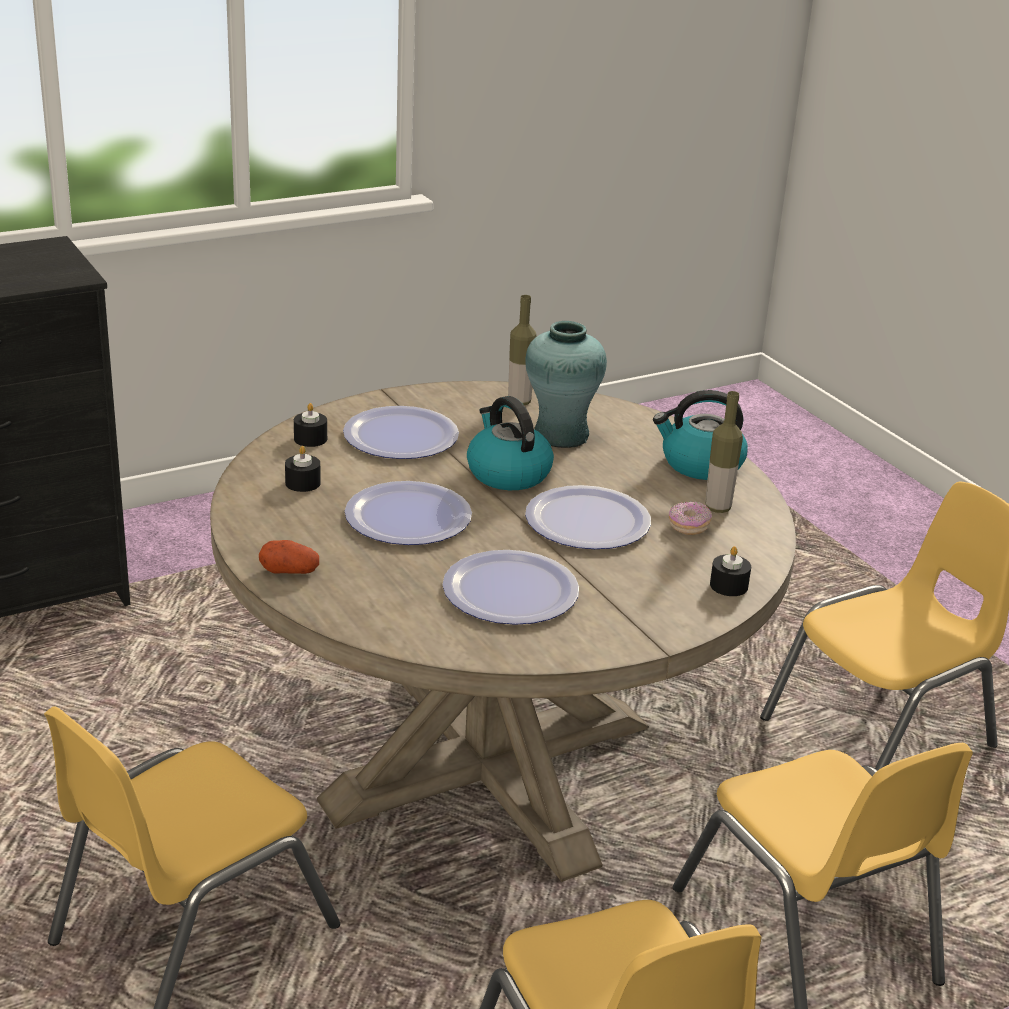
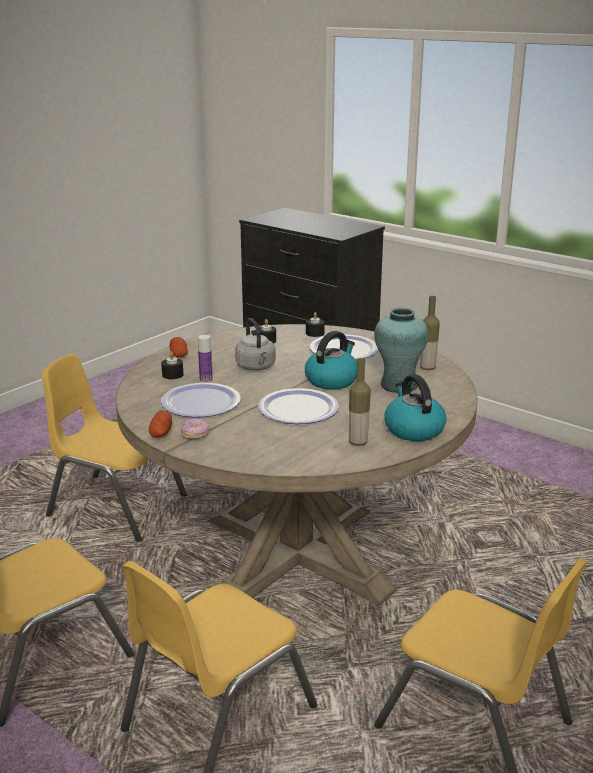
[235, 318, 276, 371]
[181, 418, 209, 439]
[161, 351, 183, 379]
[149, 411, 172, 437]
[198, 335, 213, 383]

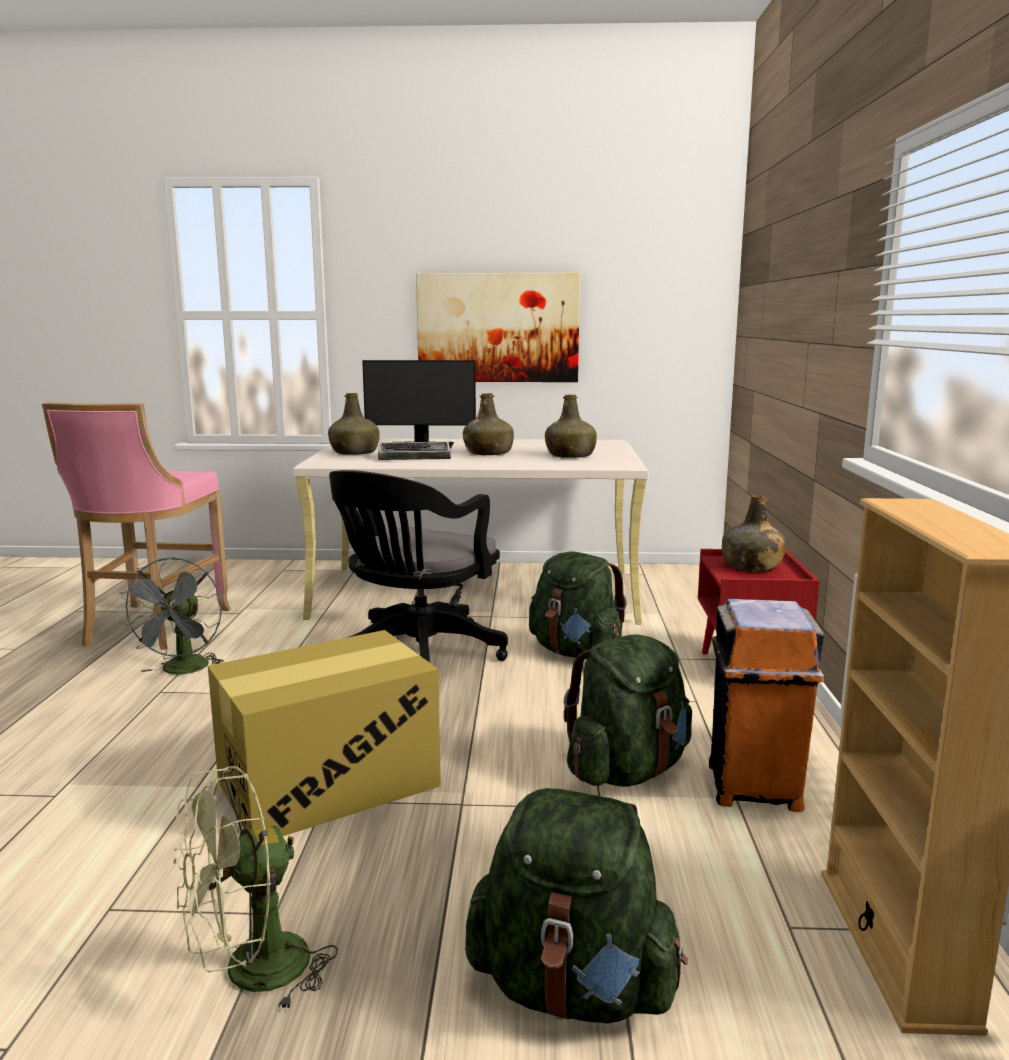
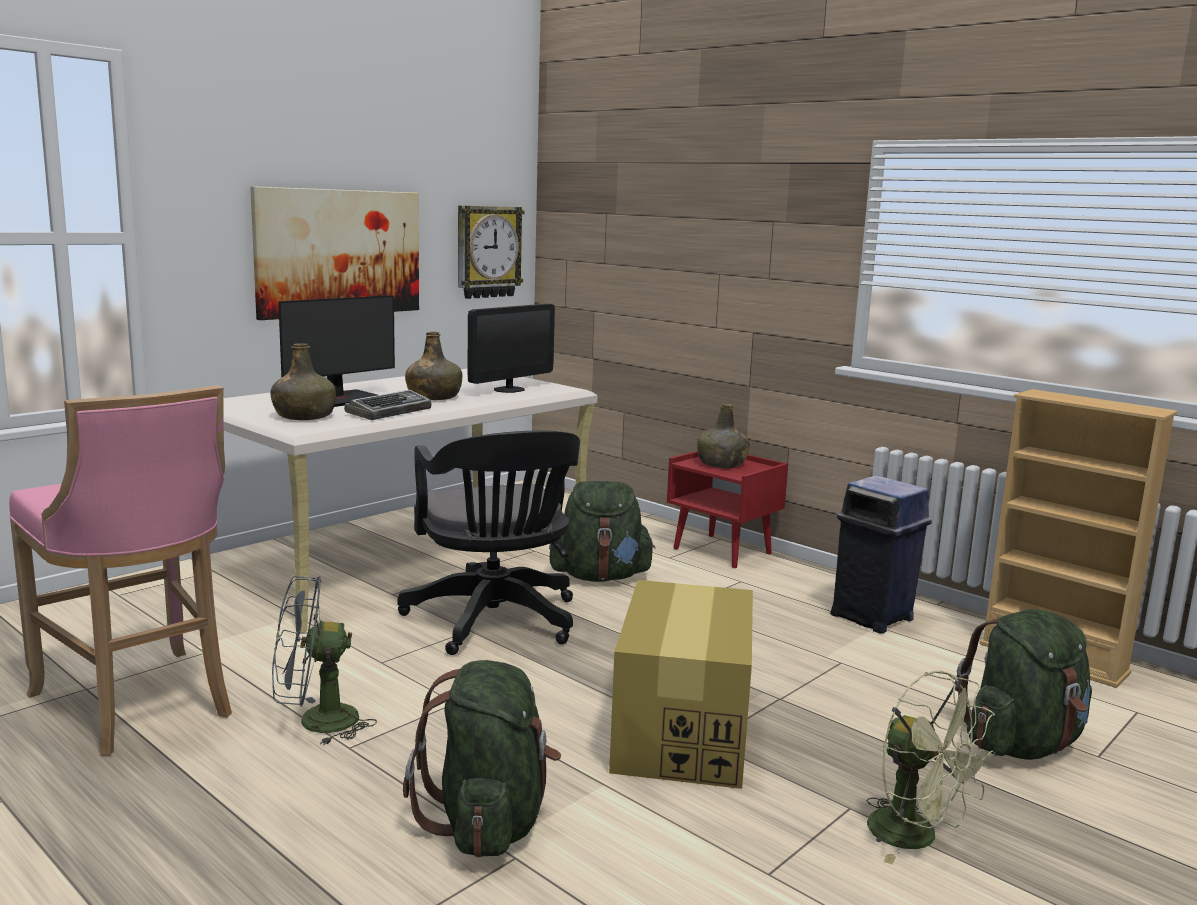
[272, 576, 377, 746]
[866, 671, 996, 865]
[468, 304, 555, 393]
[403, 660, 561, 857]
[830, 475, 932, 634]
[458, 205, 524, 299]

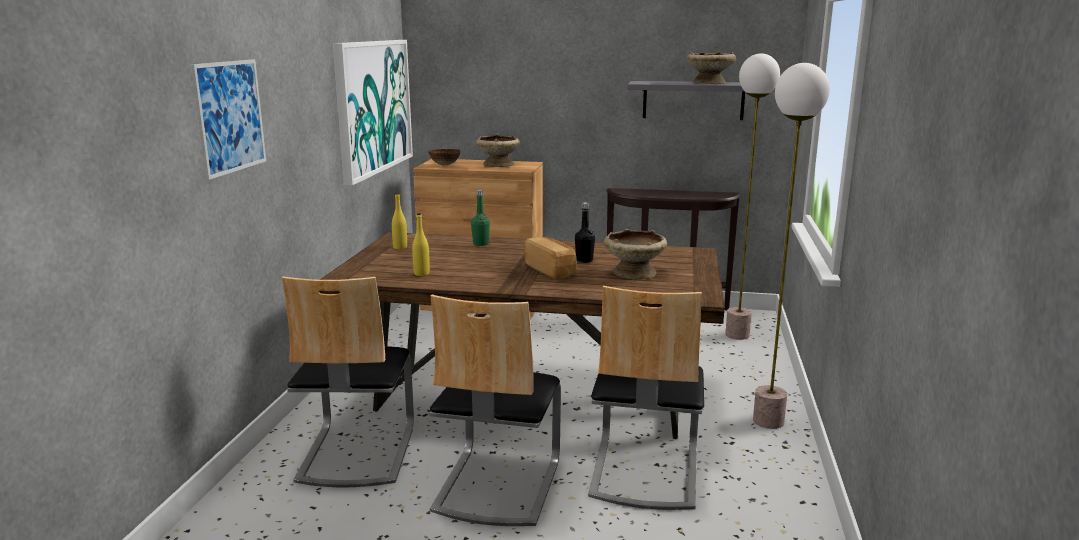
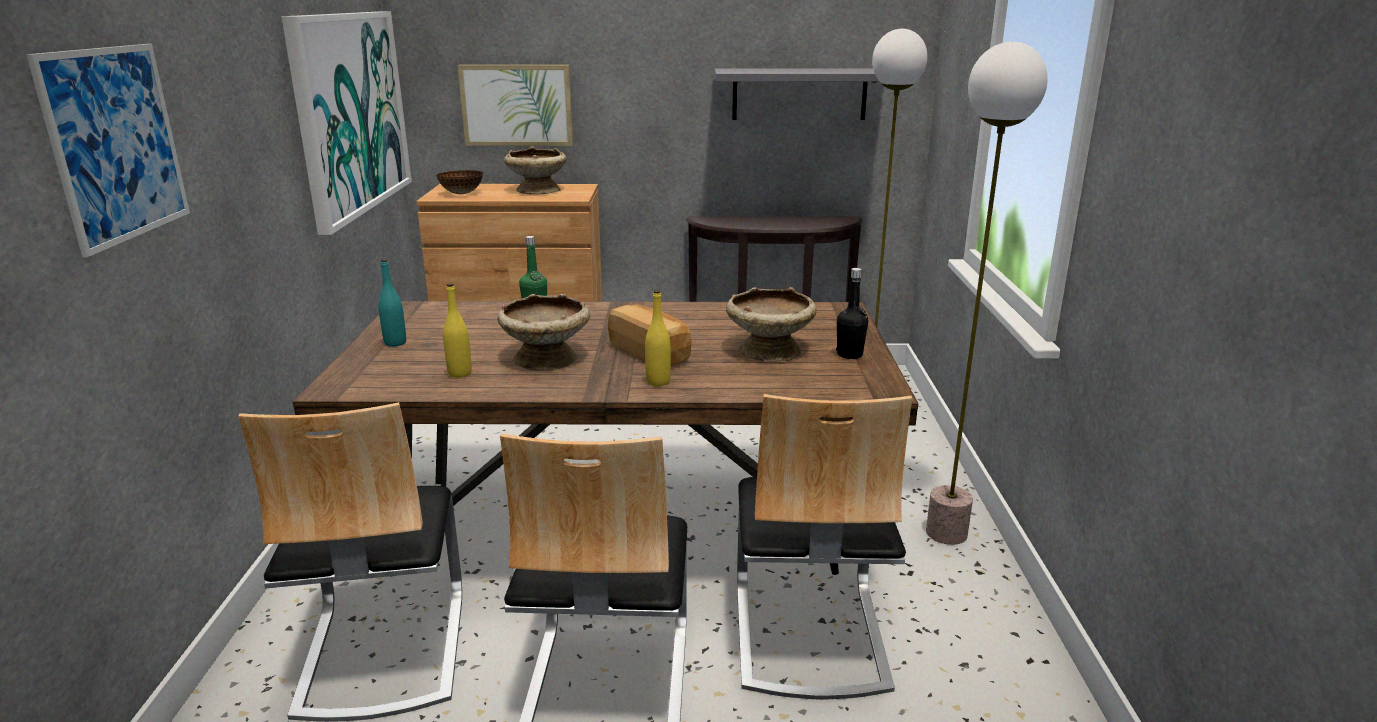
[645, 290, 671, 386]
[836, 268, 868, 359]
[497, 294, 590, 371]
[378, 259, 406, 347]
[458, 65, 573, 146]

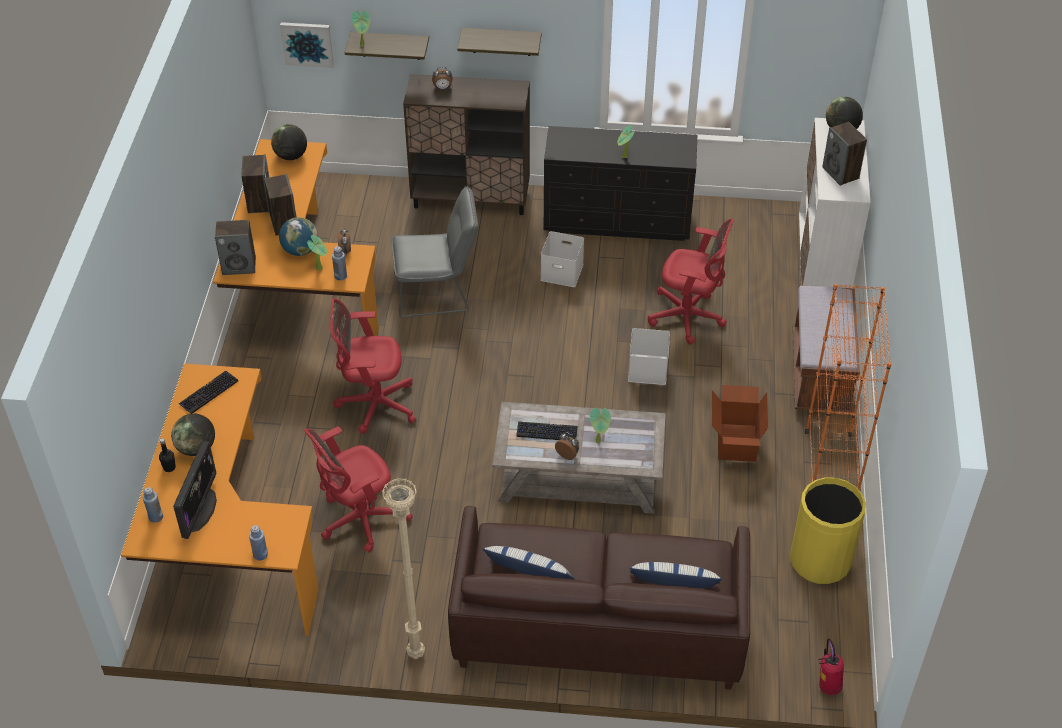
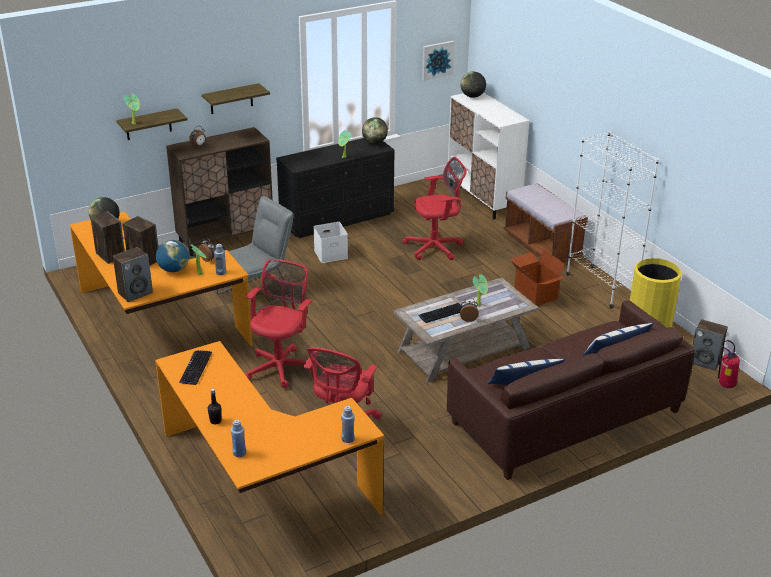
[362, 117, 388, 144]
[173, 441, 217, 539] (first image)
[422, 41, 455, 81]
[245, 259, 313, 388]
[382, 478, 425, 659] (first image)
[628, 328, 670, 385] (first image)
[566, 131, 659, 309]
[693, 319, 728, 371]

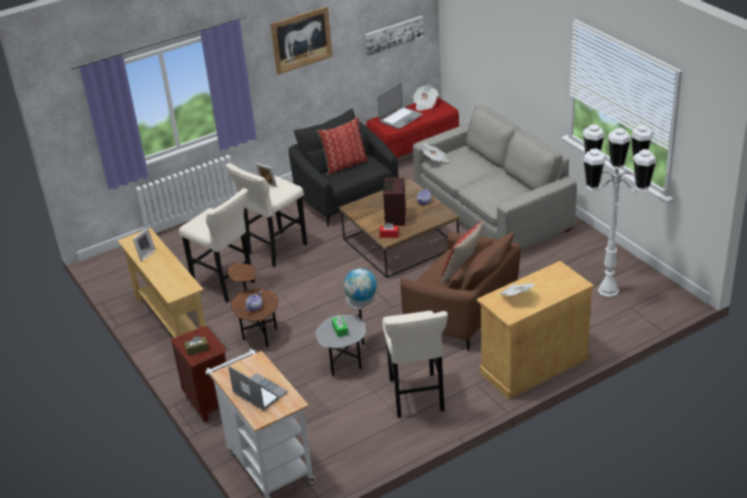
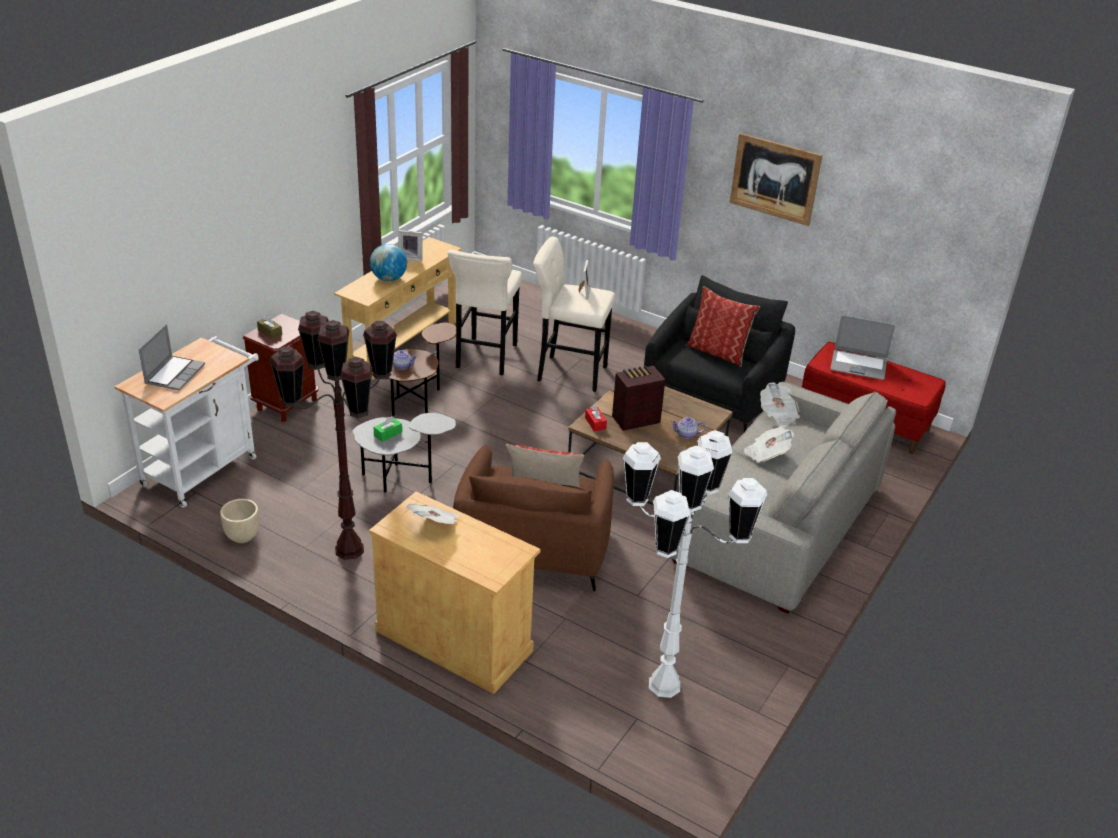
[370, 244, 407, 281]
[365, 16, 424, 56] (first image)
[269, 311, 397, 560]
[744, 427, 794, 463]
[220, 499, 259, 543]

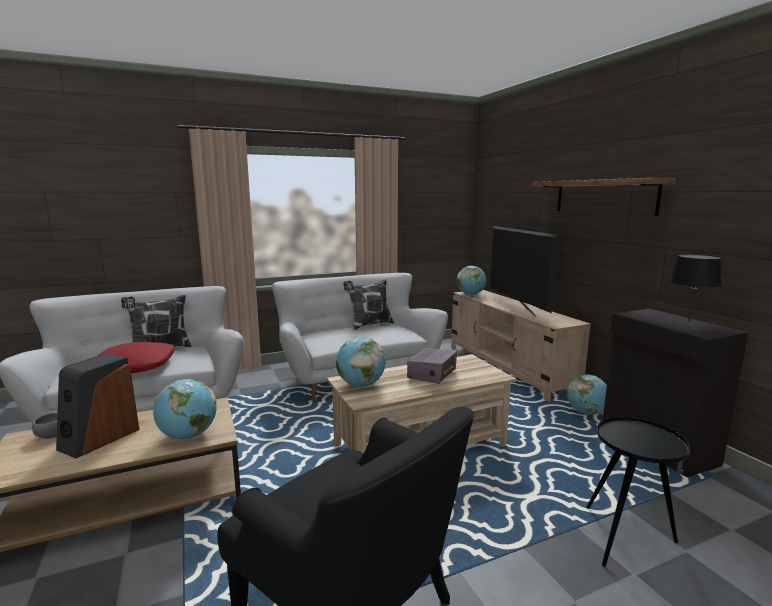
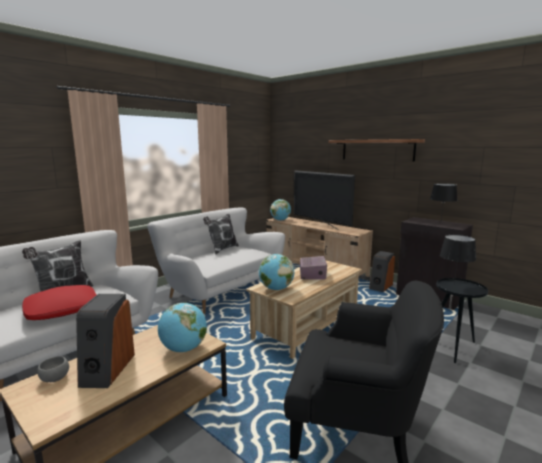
[369, 251, 395, 292]
[440, 235, 476, 284]

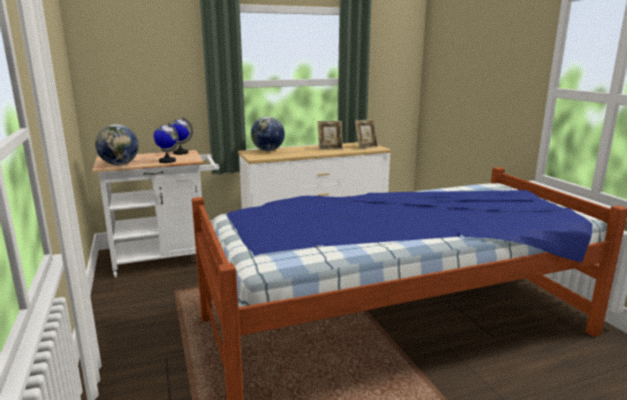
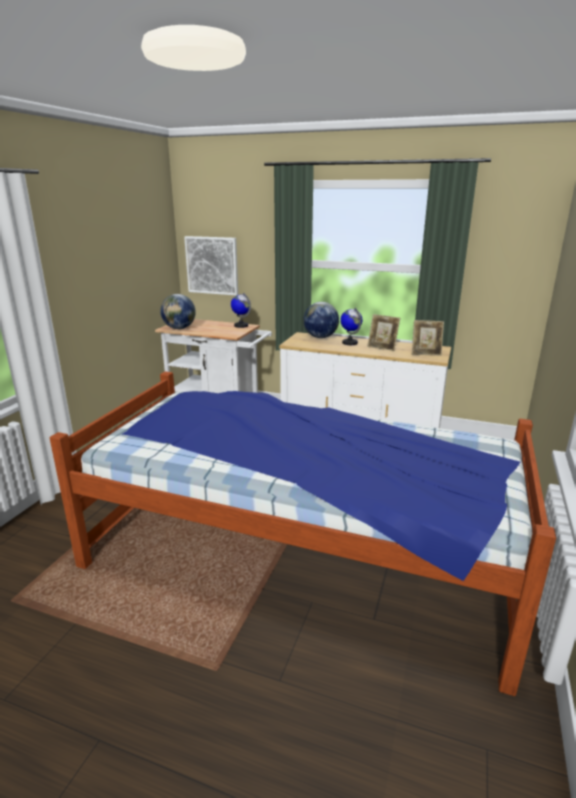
[340, 308, 362, 345]
[184, 236, 238, 296]

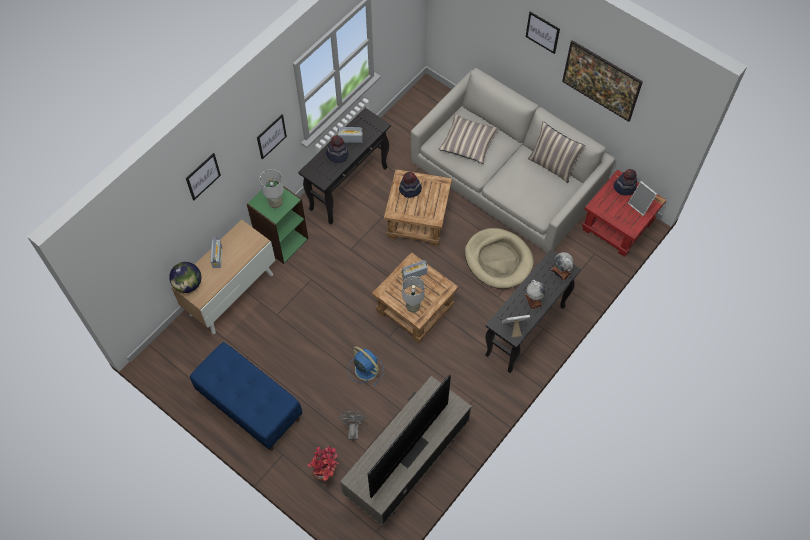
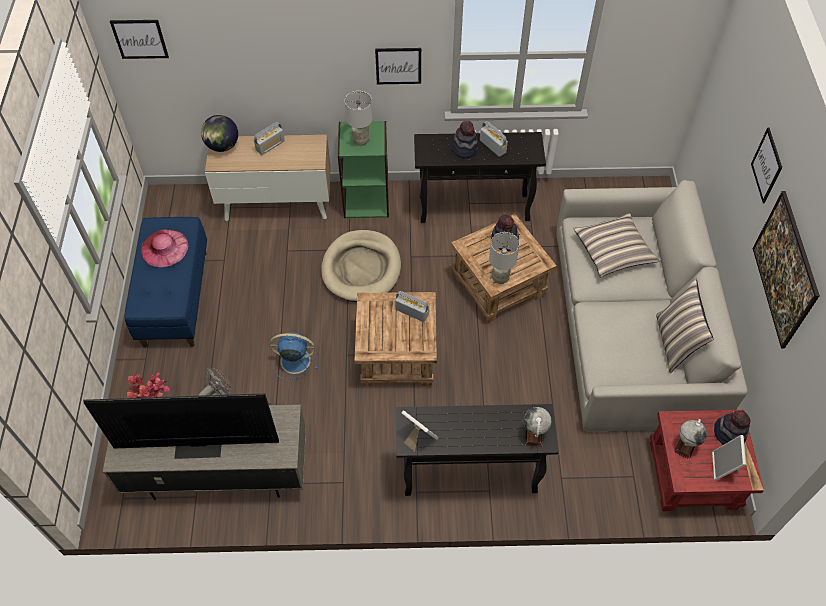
[110, 20, 169, 59]
[270, 332, 317, 380]
[489, 232, 519, 284]
[321, 230, 401, 302]
[674, 419, 707, 459]
[141, 229, 188, 267]

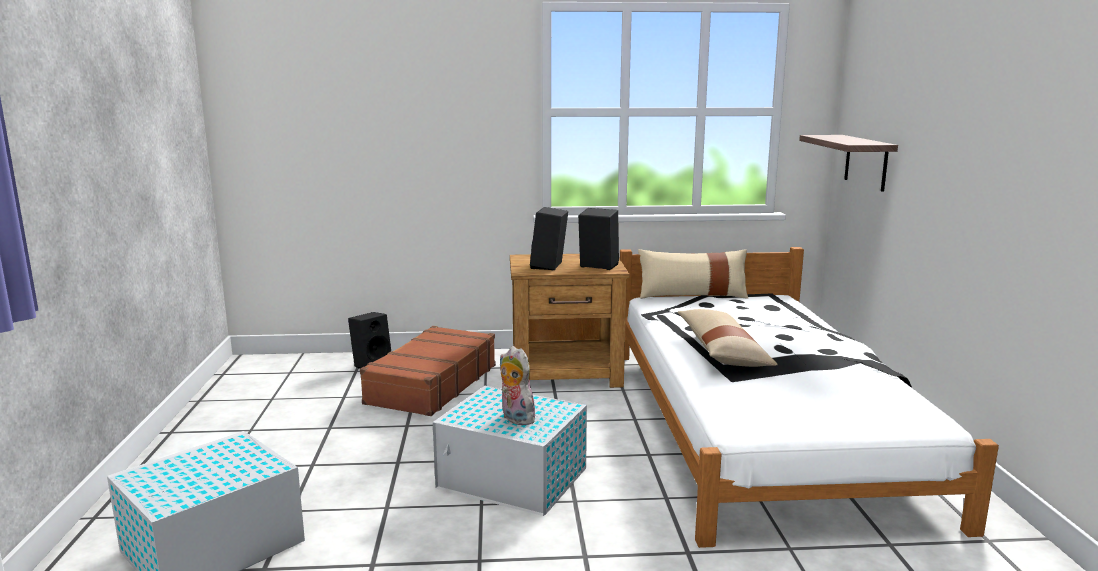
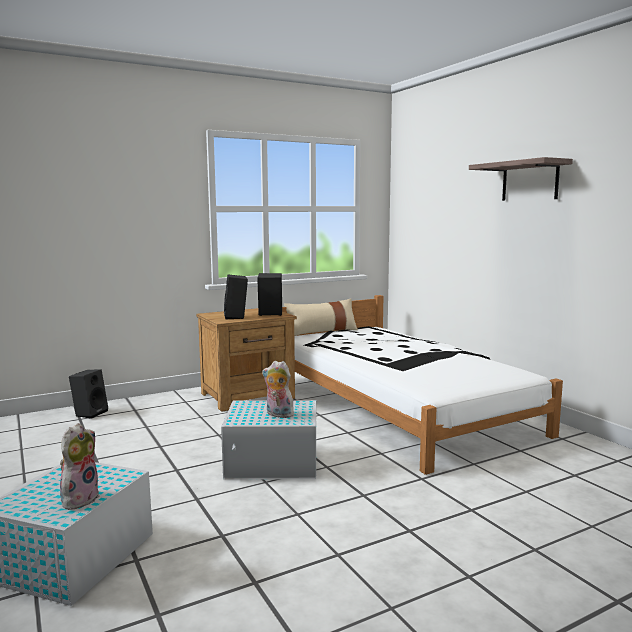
[360, 326, 496, 416] (first image)
[678, 309, 778, 367] (first image)
[469, 157, 573, 201]
[60, 423, 100, 510]

